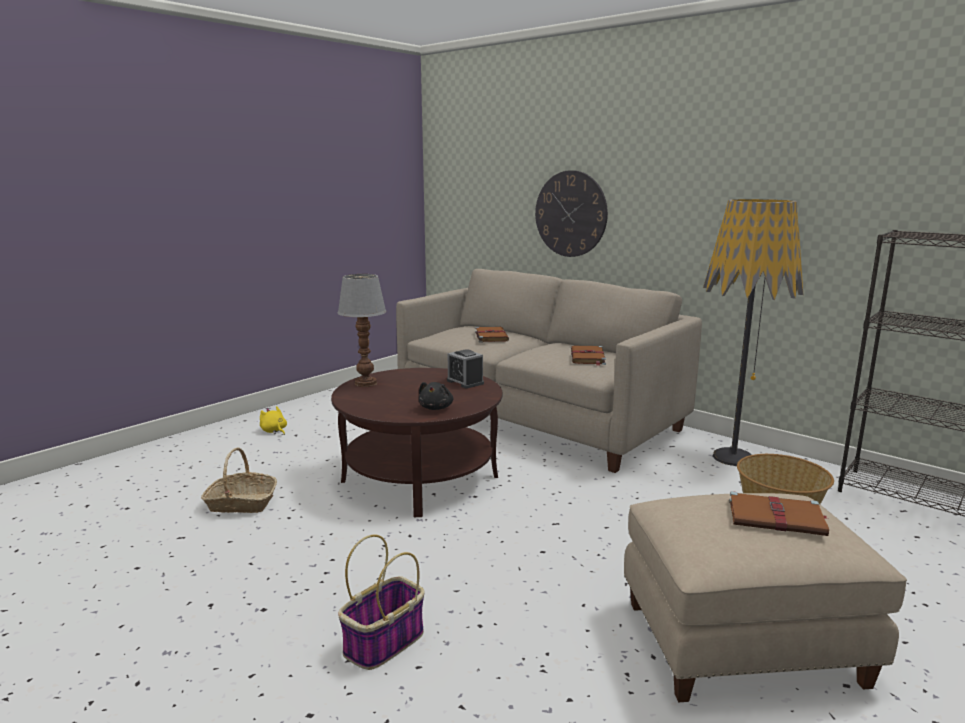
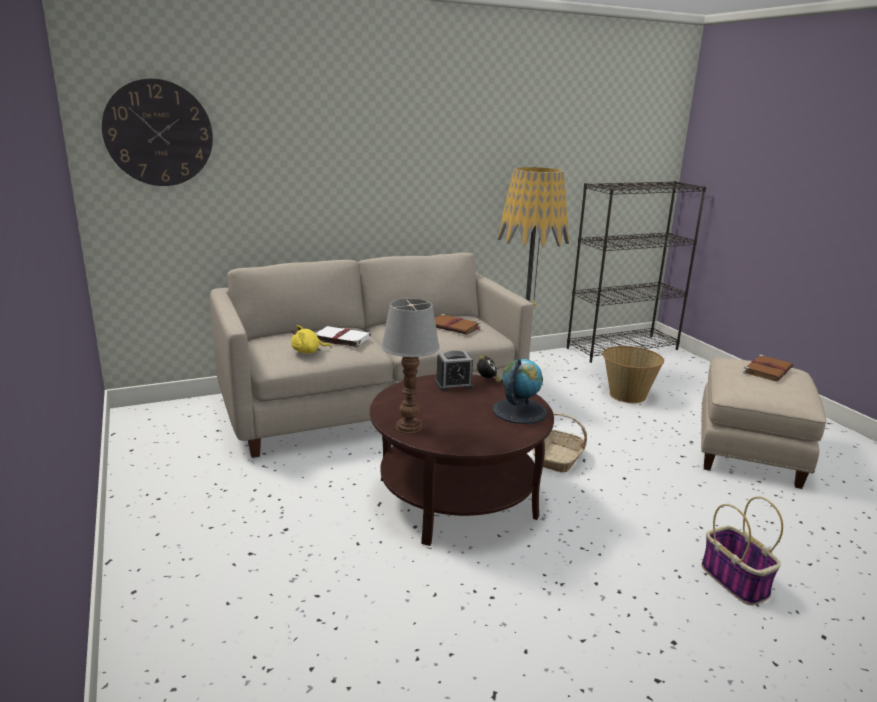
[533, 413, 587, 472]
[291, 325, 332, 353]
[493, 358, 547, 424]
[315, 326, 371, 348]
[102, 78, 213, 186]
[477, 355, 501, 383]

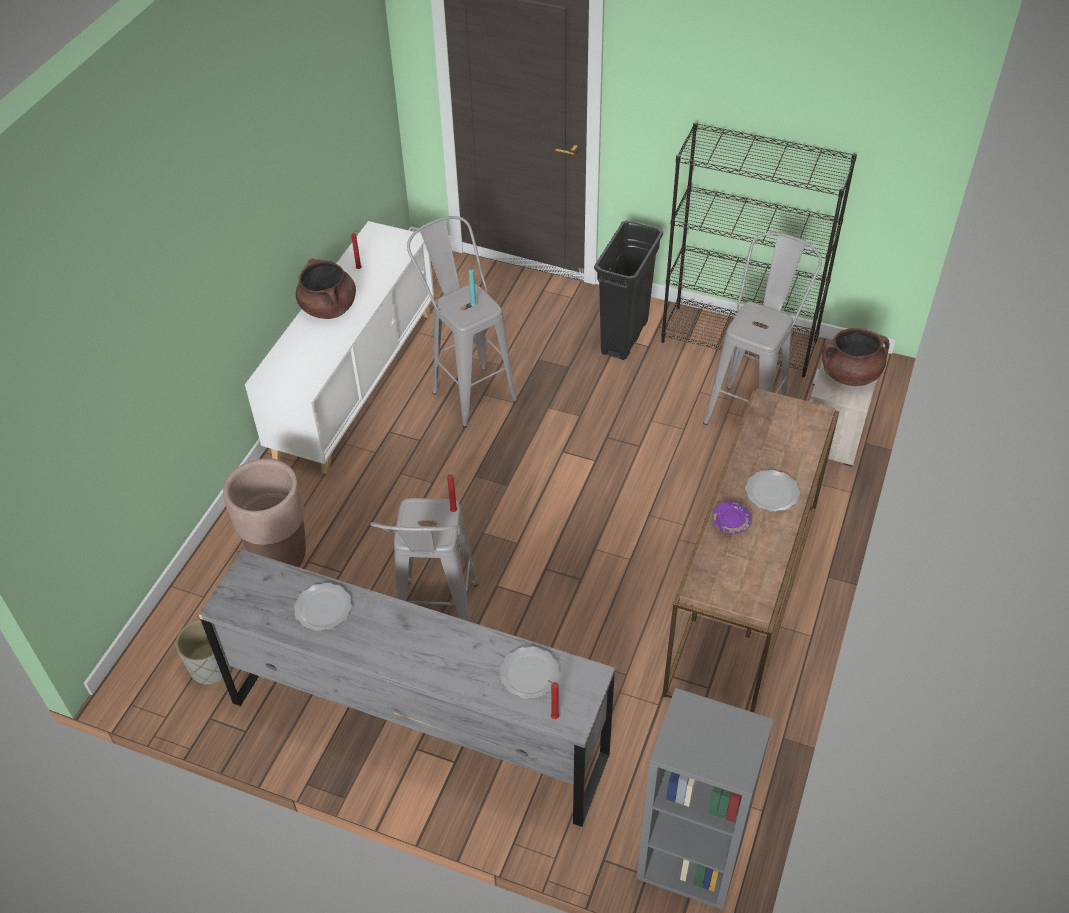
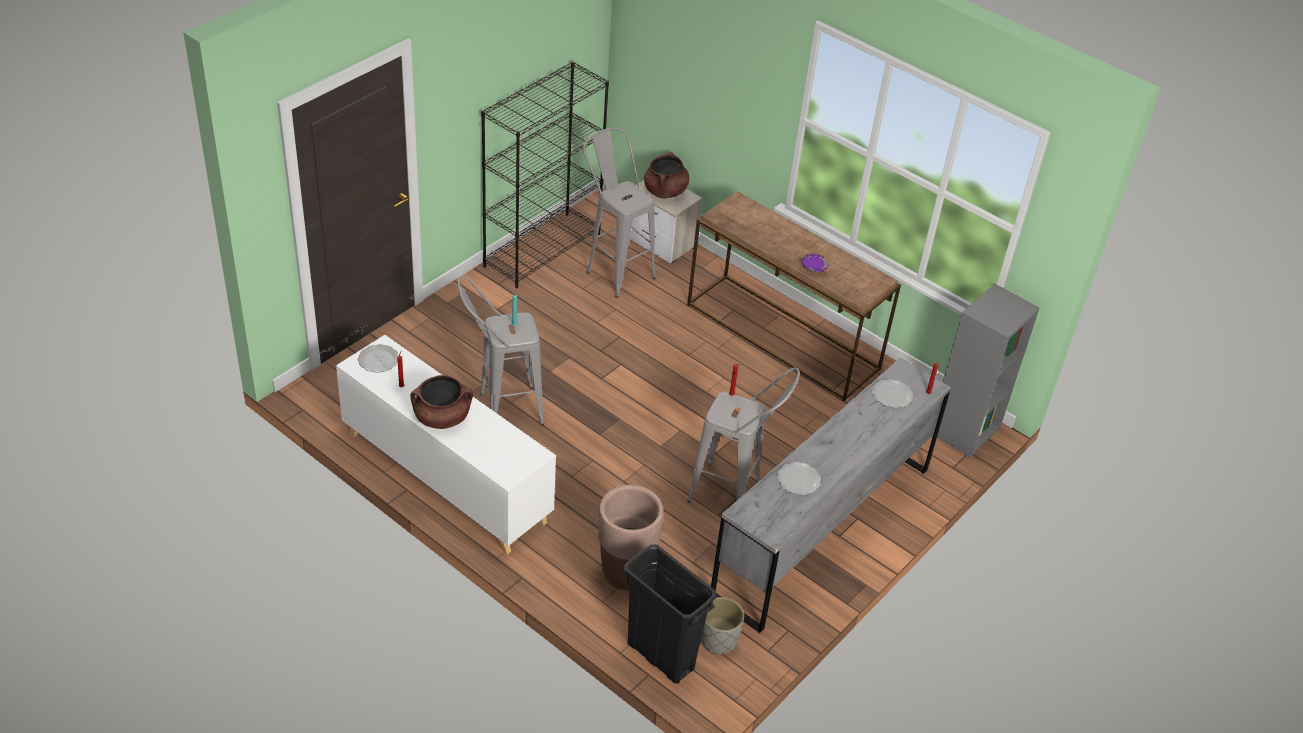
[624, 544, 716, 684]
[358, 344, 398, 373]

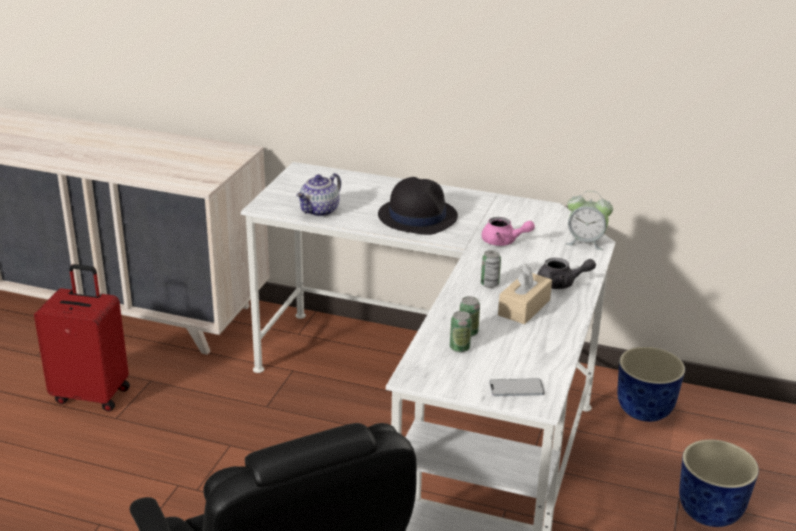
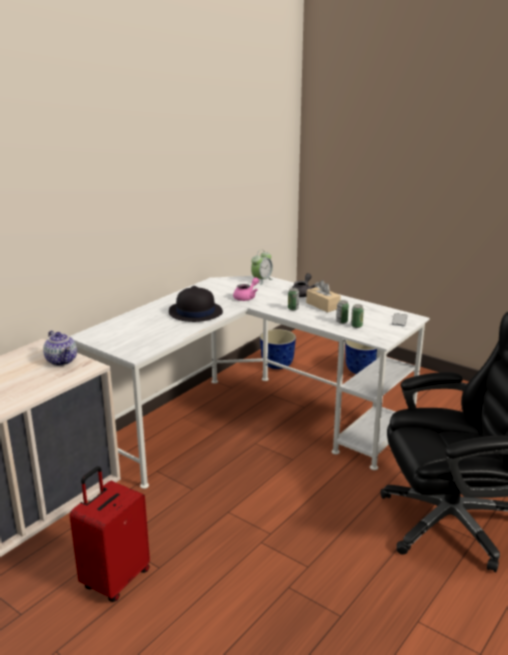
[43, 331, 77, 366]

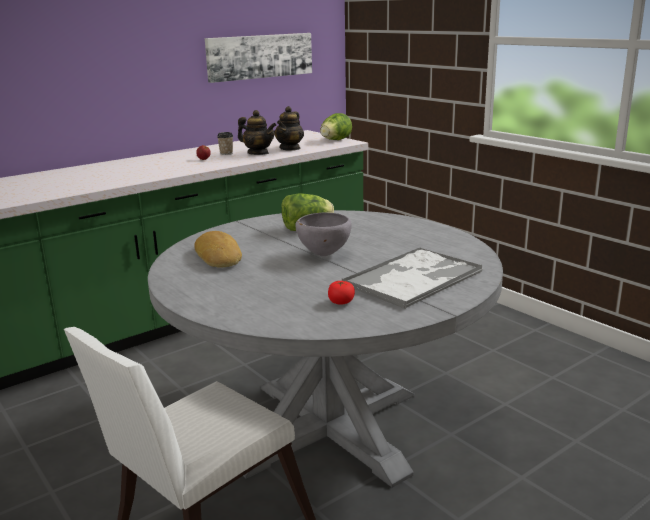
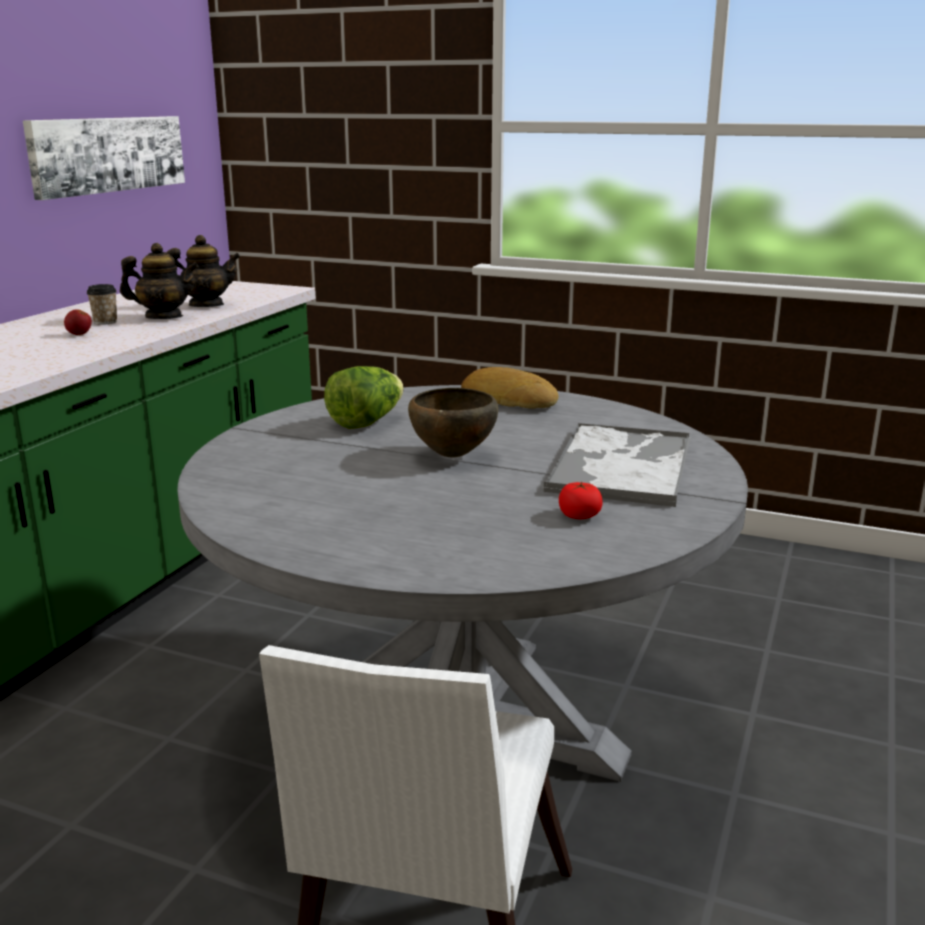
[461, 367, 558, 409]
[166, 235, 241, 307]
[408, 388, 498, 458]
[320, 113, 352, 140] (first image)

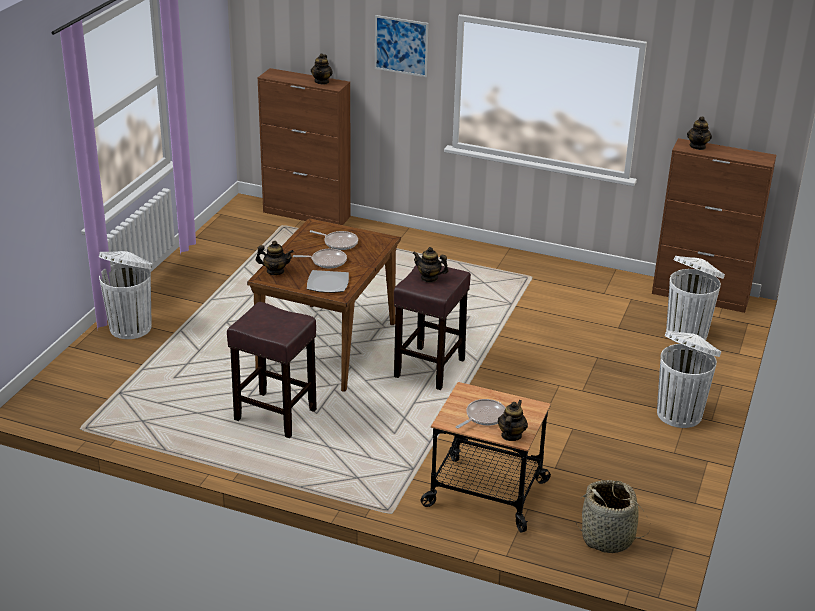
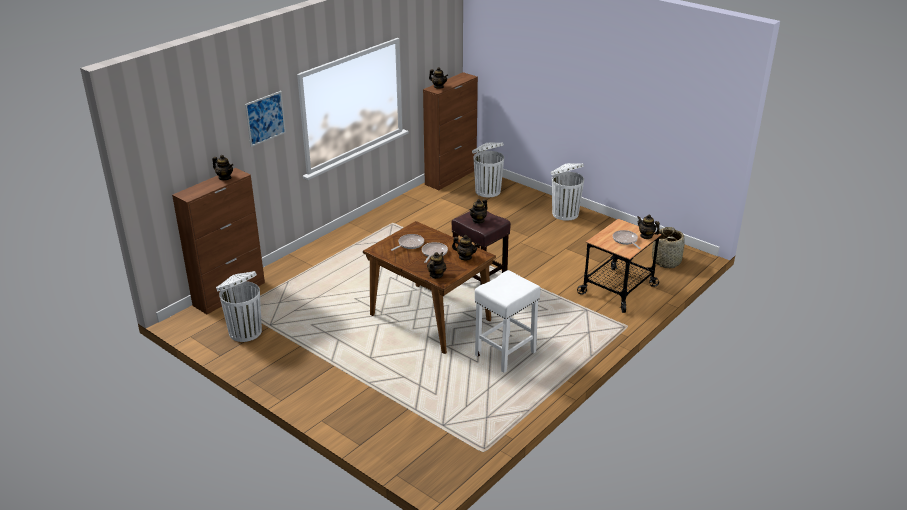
[216, 271, 262, 342]
[475, 270, 541, 373]
[452, 235, 479, 260]

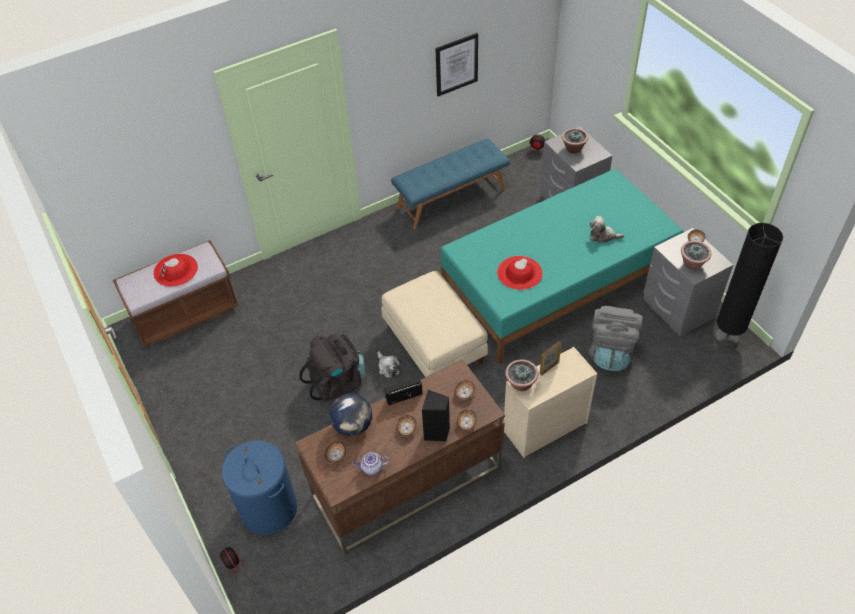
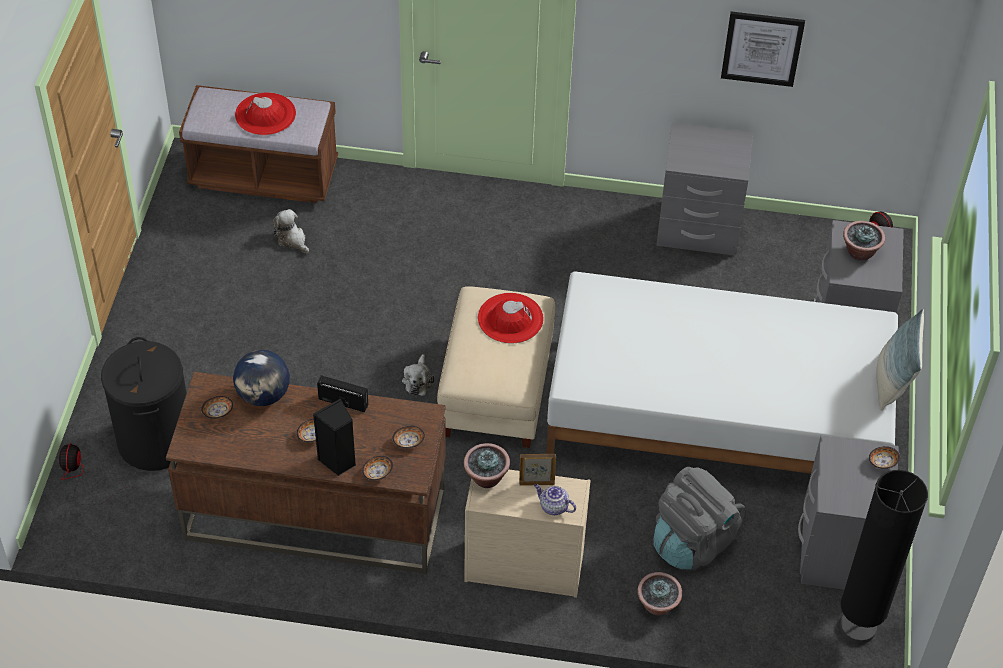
[101, 337, 187, 471]
[299, 333, 365, 402] (first image)
[534, 484, 576, 515]
[656, 123, 753, 256]
[546, 272, 898, 474]
[478, 293, 544, 344]
[273, 209, 309, 253]
[637, 572, 682, 615]
[876, 309, 924, 411]

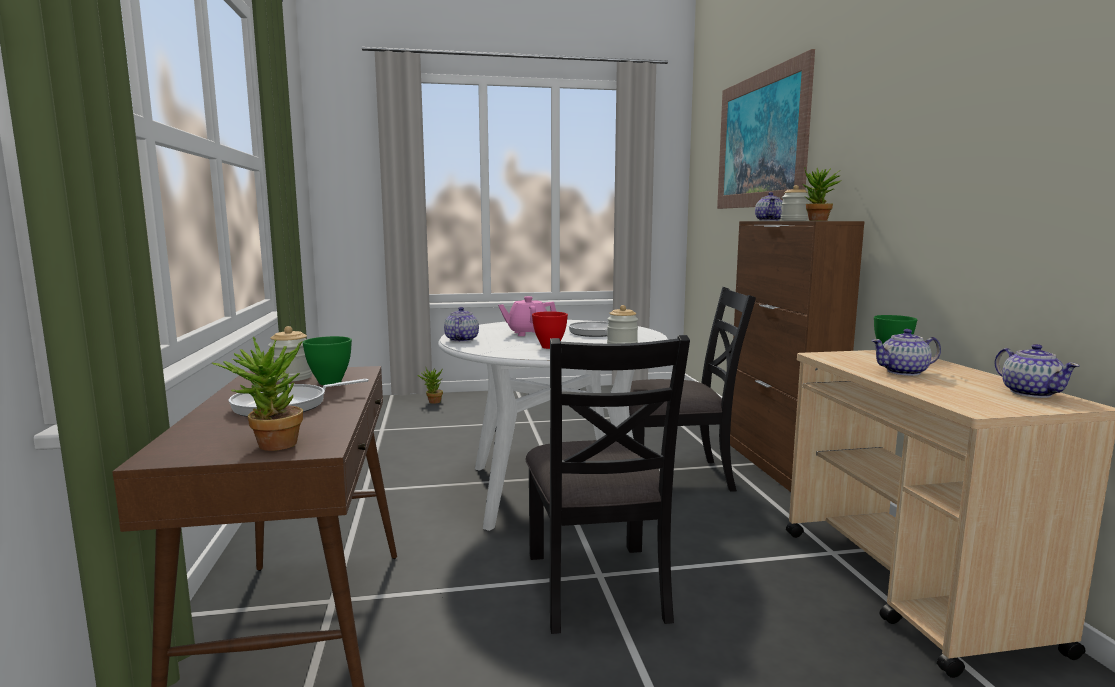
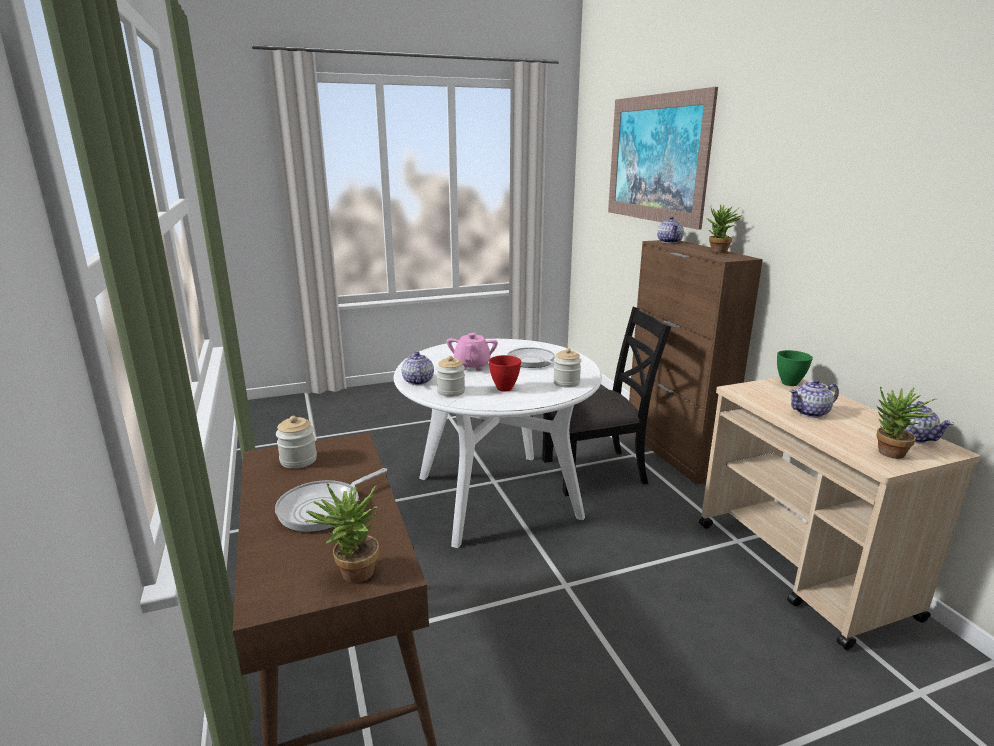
[303, 336, 352, 385] (first image)
[876, 387, 935, 459]
[447, 332, 498, 371]
[525, 335, 690, 634] (first image)
[436, 356, 465, 397]

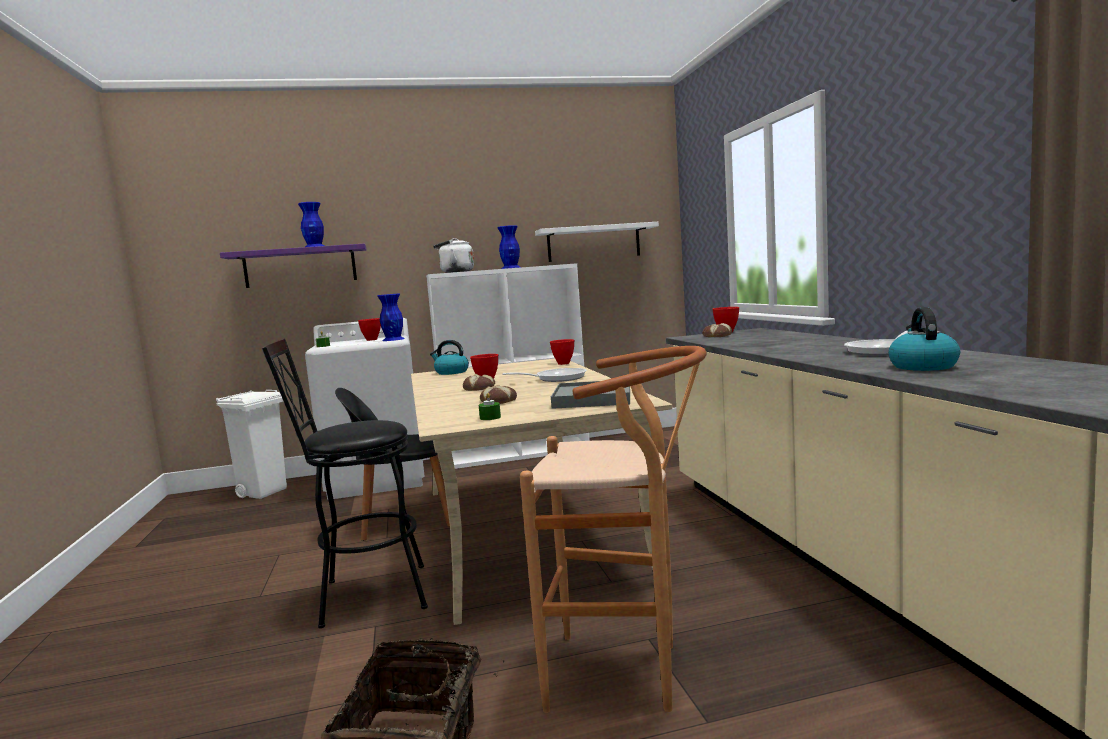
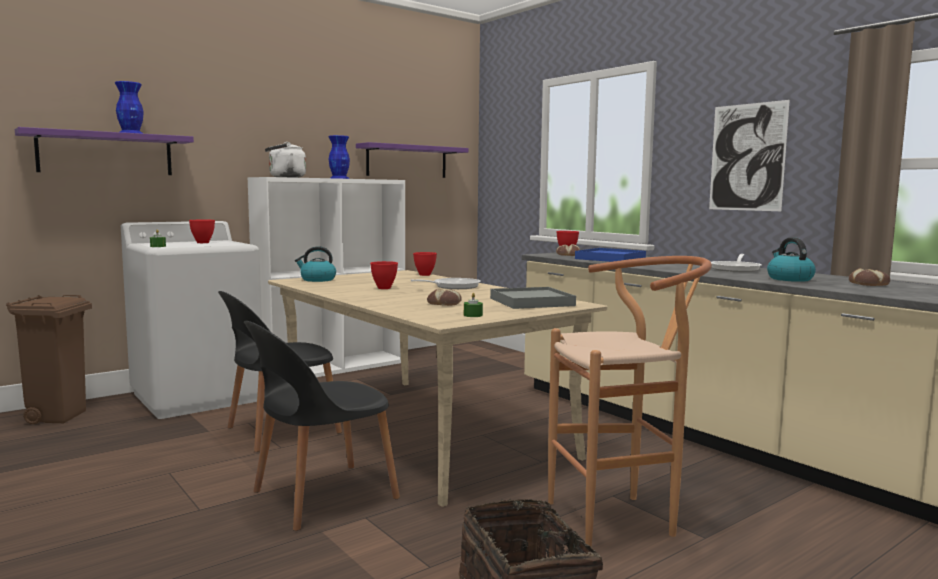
[6, 295, 92, 424]
[244, 321, 400, 531]
[377, 293, 405, 341] (first image)
[849, 268, 890, 286]
[356, 142, 468, 178]
[575, 248, 646, 262]
[709, 100, 790, 211]

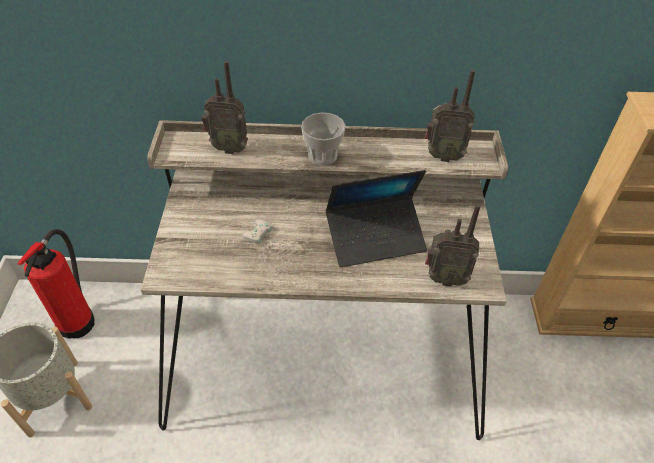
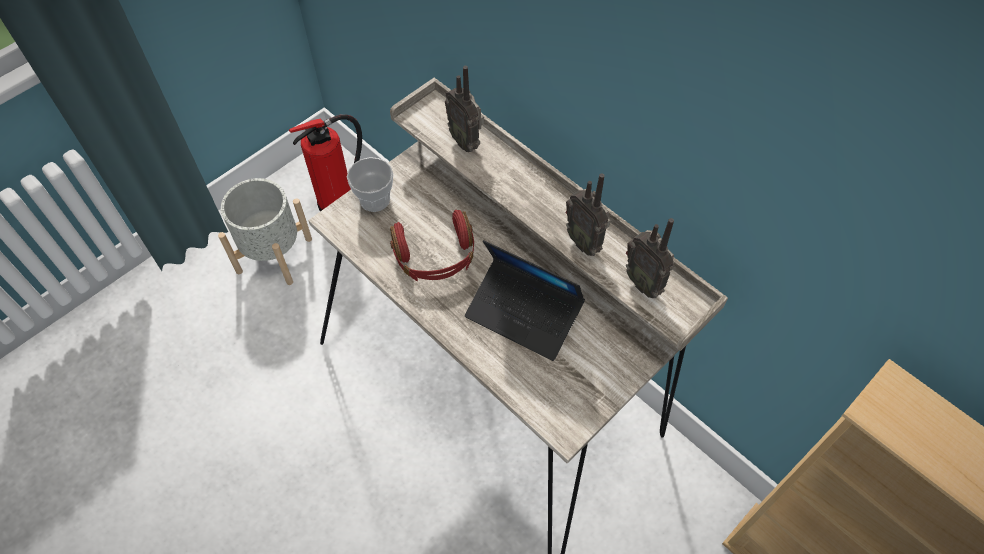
[390, 210, 474, 281]
[347, 157, 393, 212]
[566, 173, 611, 256]

